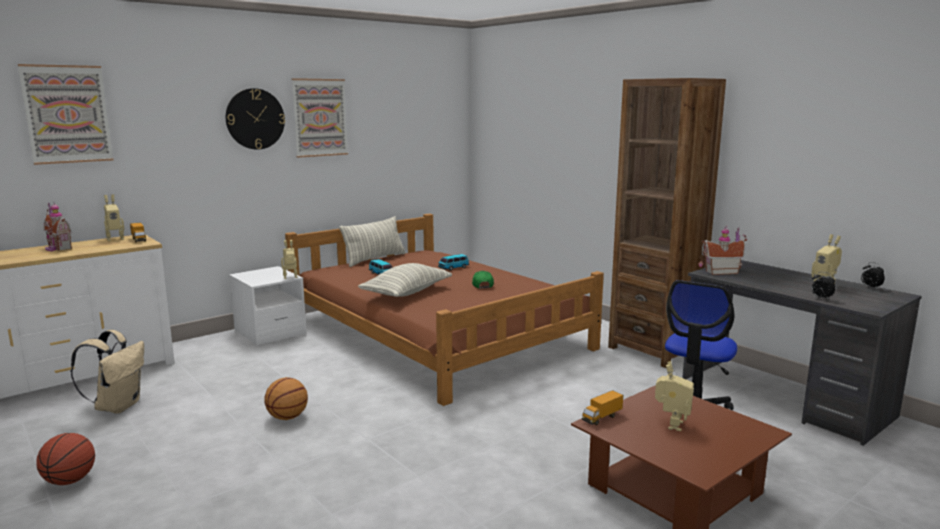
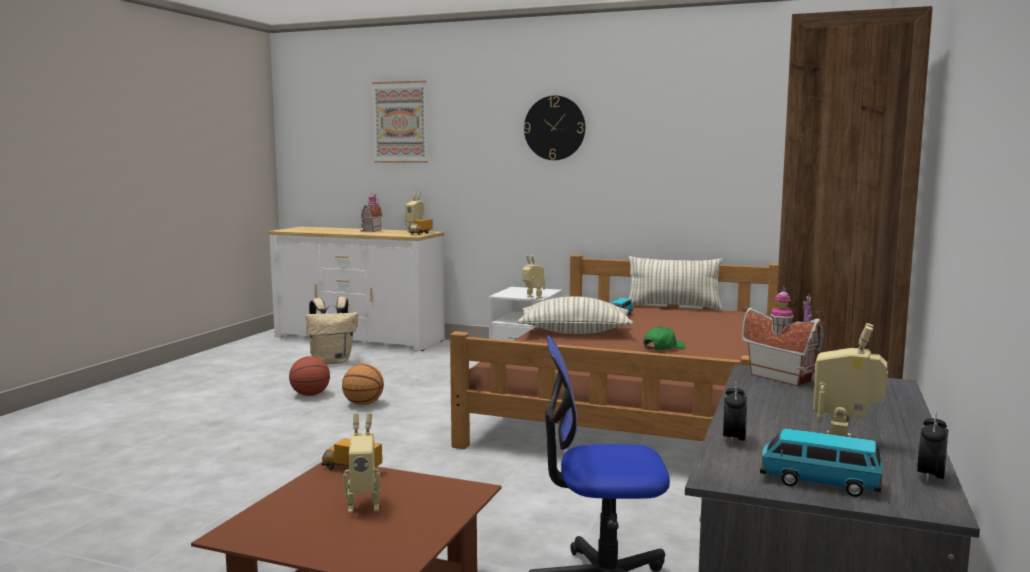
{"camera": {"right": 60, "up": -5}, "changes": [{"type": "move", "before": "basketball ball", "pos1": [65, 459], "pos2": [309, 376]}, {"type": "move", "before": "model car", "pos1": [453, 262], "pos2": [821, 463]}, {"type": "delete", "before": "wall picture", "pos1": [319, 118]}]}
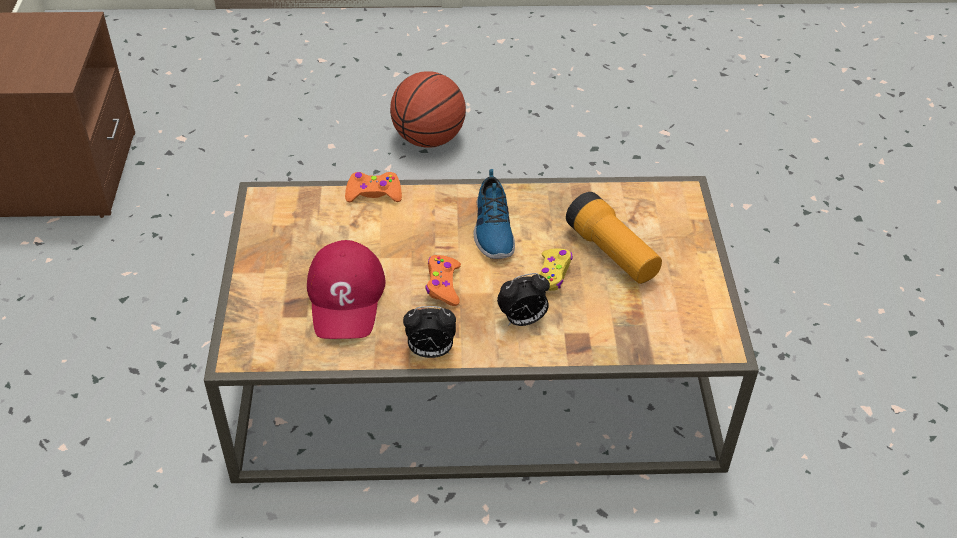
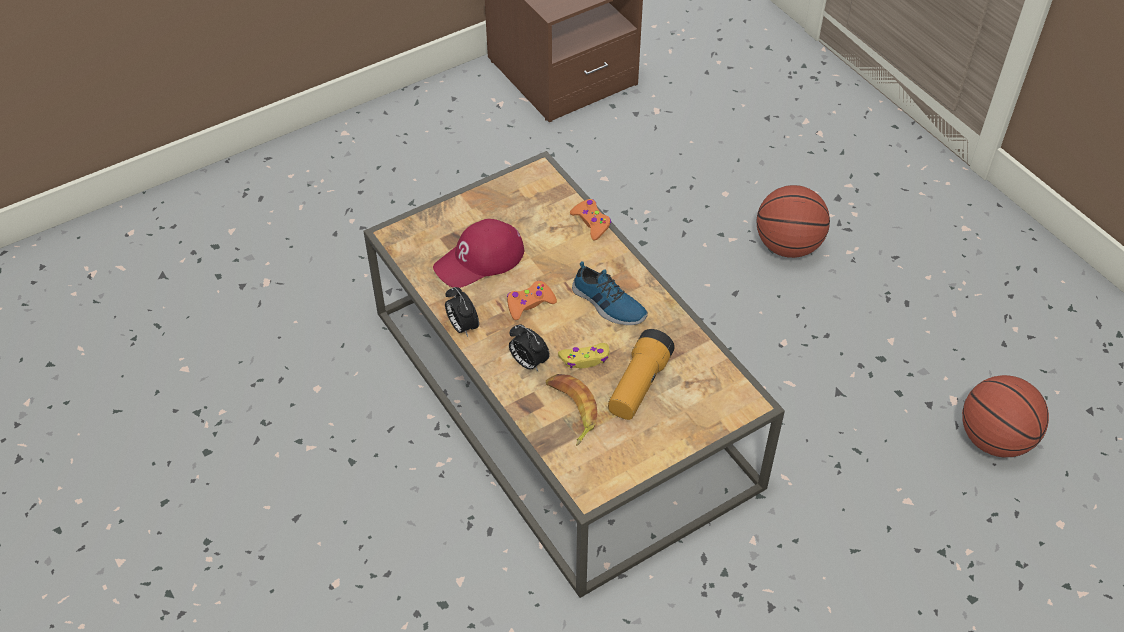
{"camera": {"right": 60, "up": 5}, "changes": [{"type": "insert", "after": "whole banana", "pos2": [571, 410]}, {"type": "rotate", "before": "low shoe", "pos1": [494, 214], "pos2": [610, 293], "turn": -105}, {"type": "insert", "after": "basketball ball", "pos2": [1005, 416]}]}
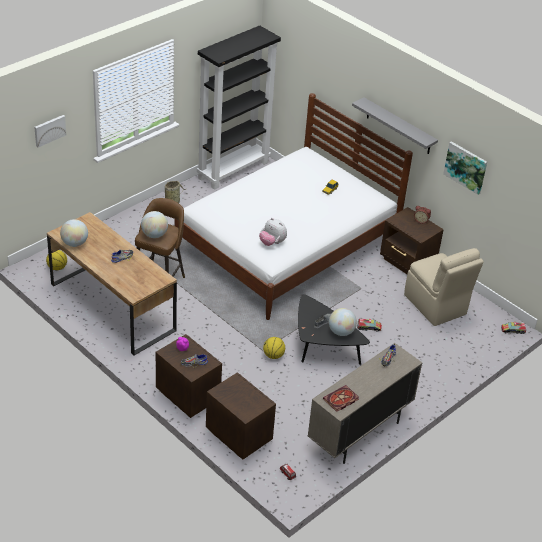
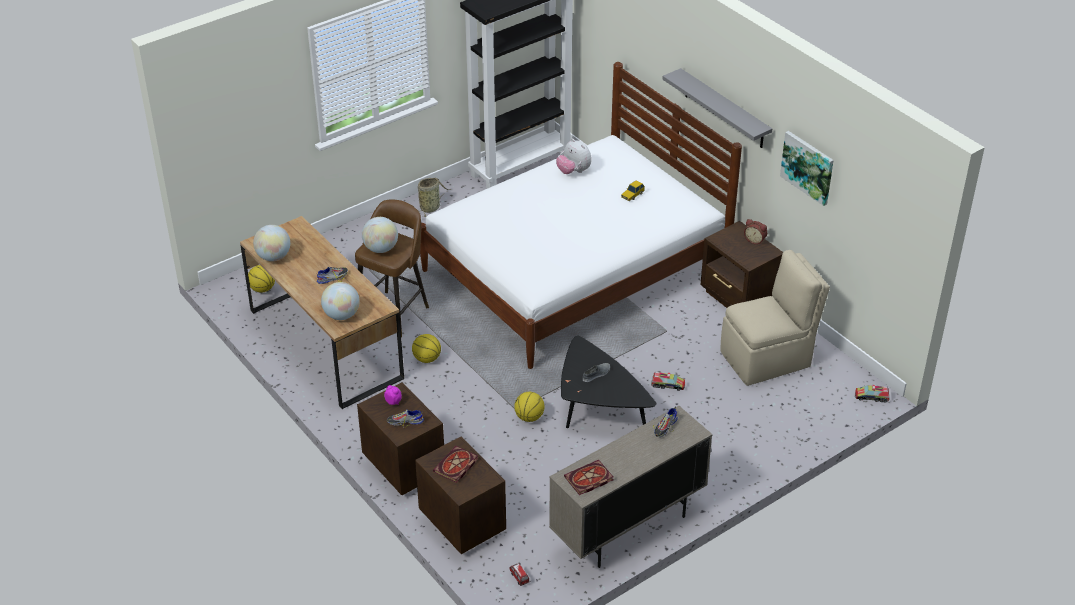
{"camera": {"right": 10, "up": 0}, "changes": [{"type": "move", "before": "world globe", "pos1": [343, 322], "pos2": [340, 301]}, {"type": "insert", "after": "basketball ball", "pos2": [426, 348]}, {"type": "insert", "after": "book", "pos2": [455, 464]}, {"type": "move", "before": "plush toy", "pos1": [273, 232], "pos2": [574, 156]}, {"type": "rotate", "before": "beige chair", "pos1": [444, 287], "pos2": [775, 318], "turn": -90}, {"type": "delete", "before": "wall picture", "pos1": [50, 131]}]}
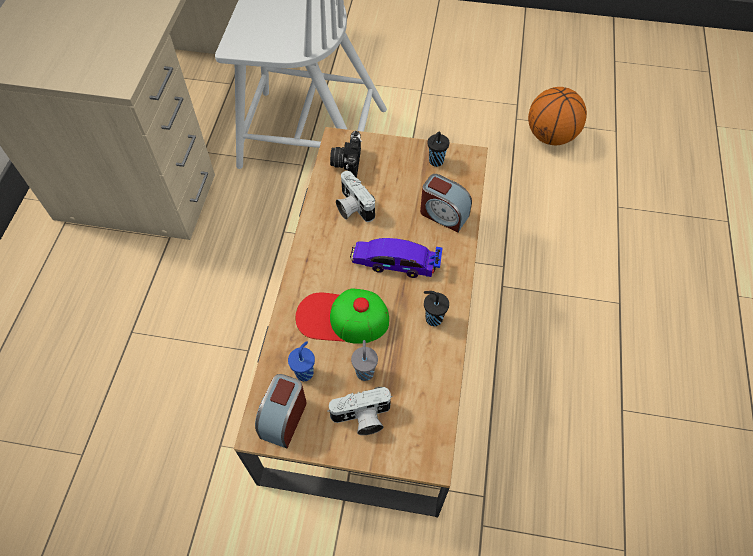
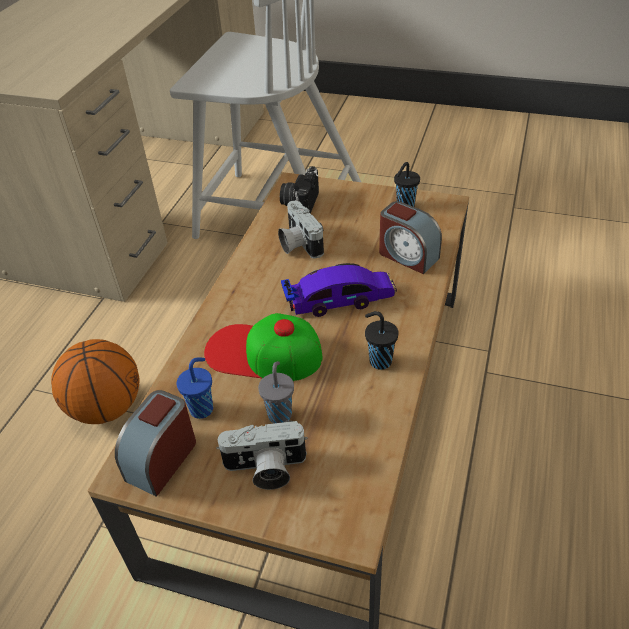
{"camera": {"right": 10, "up": -15}, "changes": [{"type": "move", "before": "basketball ball", "pos1": [557, 116], "pos2": [95, 381]}, {"type": "rotate", "before": "model car", "pos1": [396, 258], "pos2": [339, 290], "turn": 150}]}
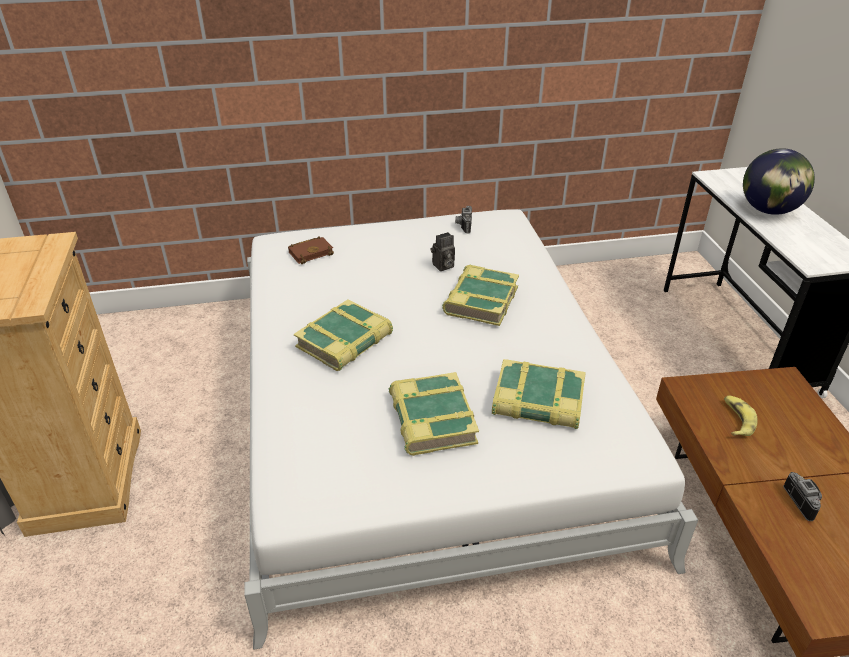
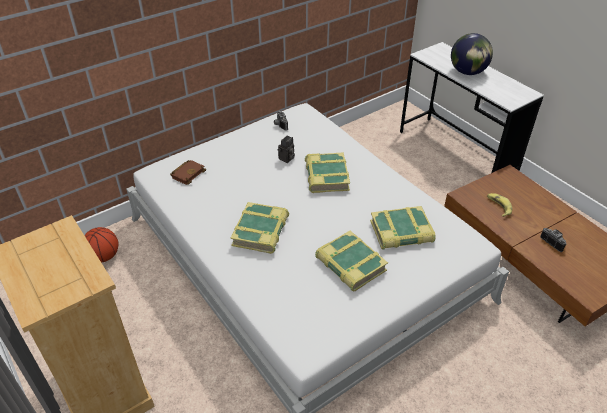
{"camera": {"right": -25, "up": 5}, "changes": [{"type": "insert", "after": "basketball ball", "pos2": [101, 244]}]}
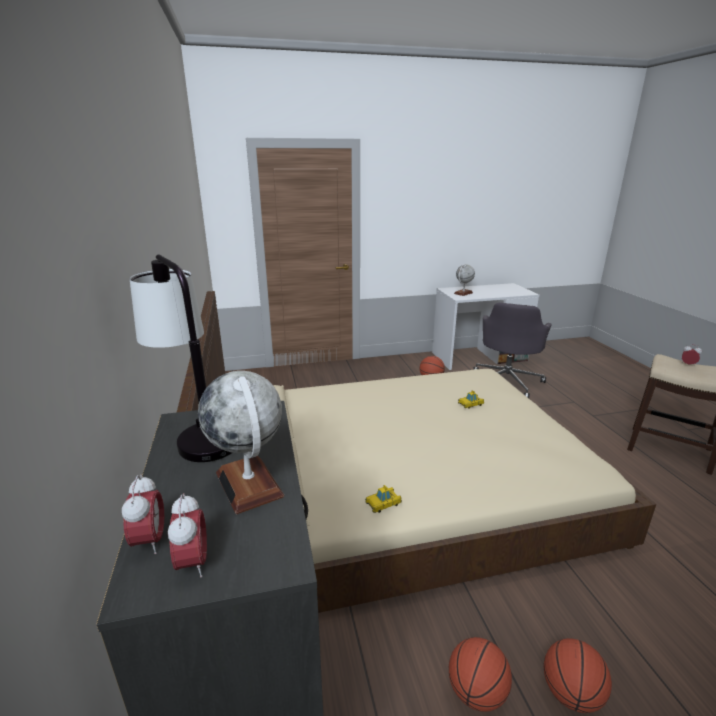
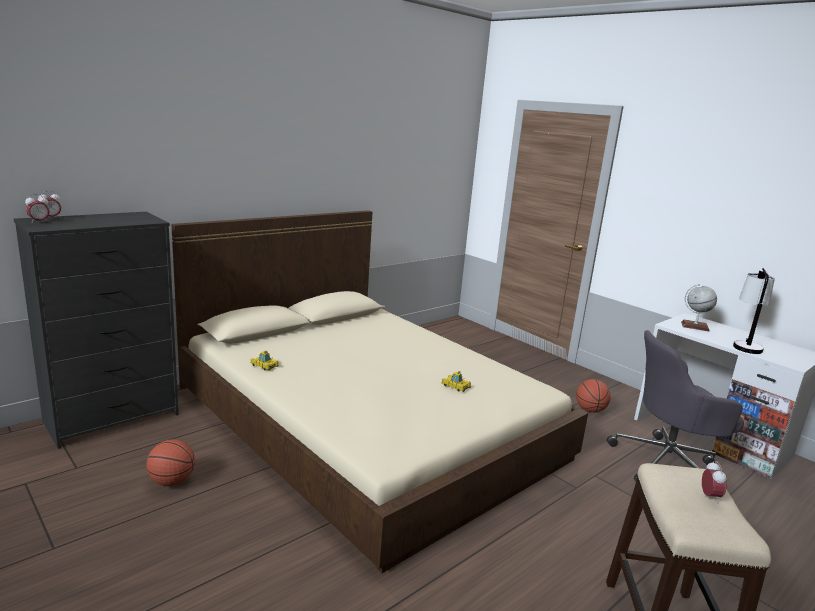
{"camera": {"right": 60, "up": -5}, "changes": [{"type": "move", "before": "table lamp", "pos1": [180, 358], "pos2": [754, 311]}, {"type": "delete", "before": "world globe", "pos1": [241, 442]}, {"type": "delete", "before": "basketball ball", "pos1": [578, 675]}]}
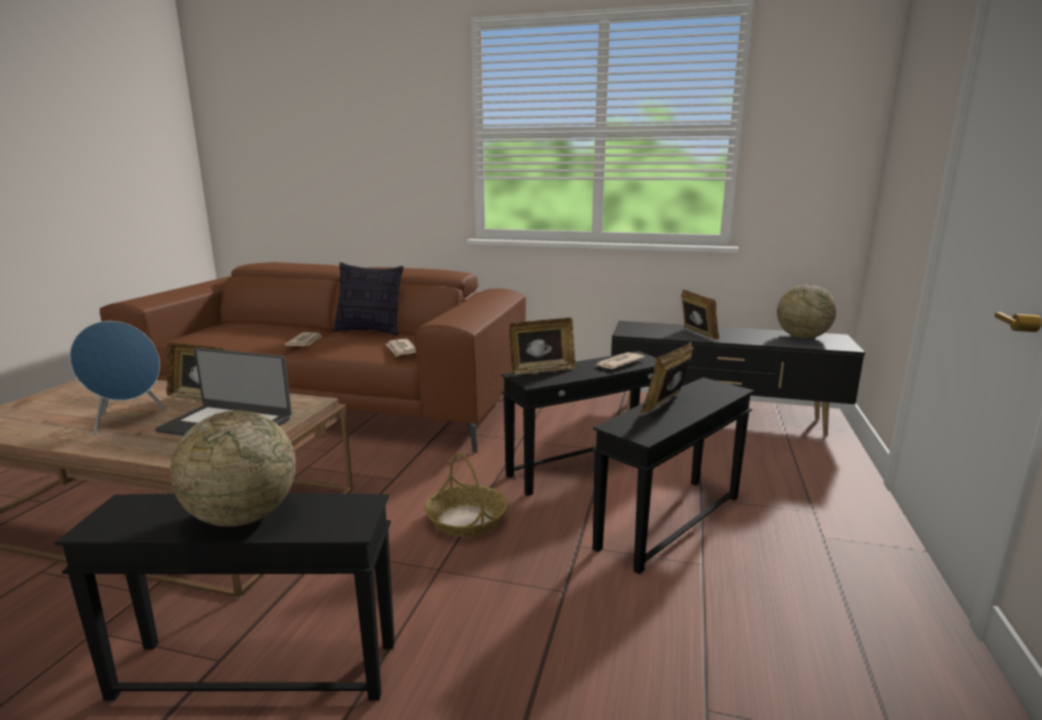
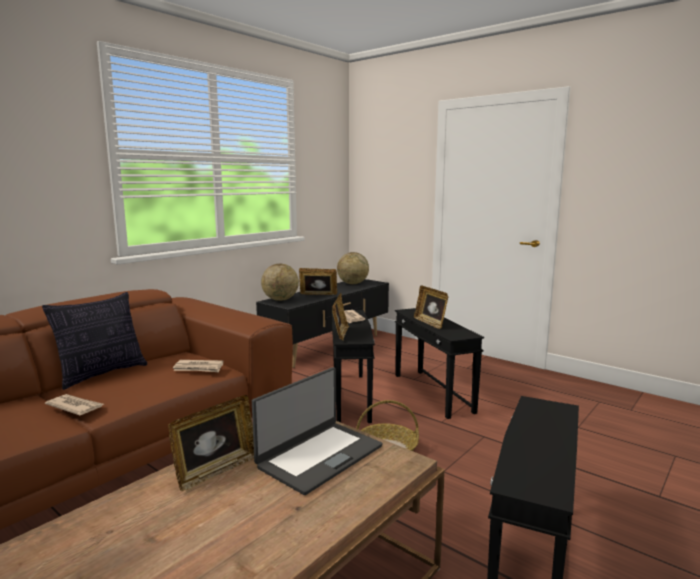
{"camera": {"right": -65, "up": -5}, "changes": [{"type": "move", "before": "world globe", "pos1": [233, 468], "pos2": [280, 282]}, {"type": "delete", "before": "blue-coloured loudspeaker", "pos1": [117, 378]}]}
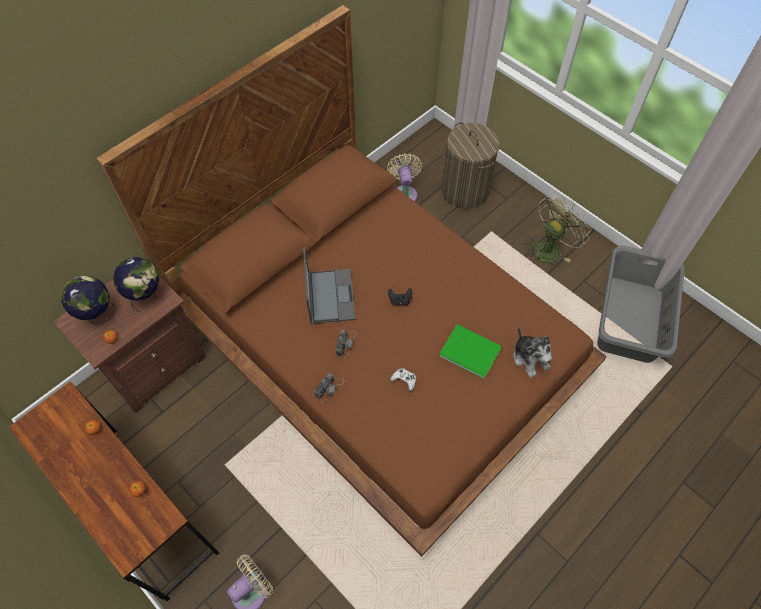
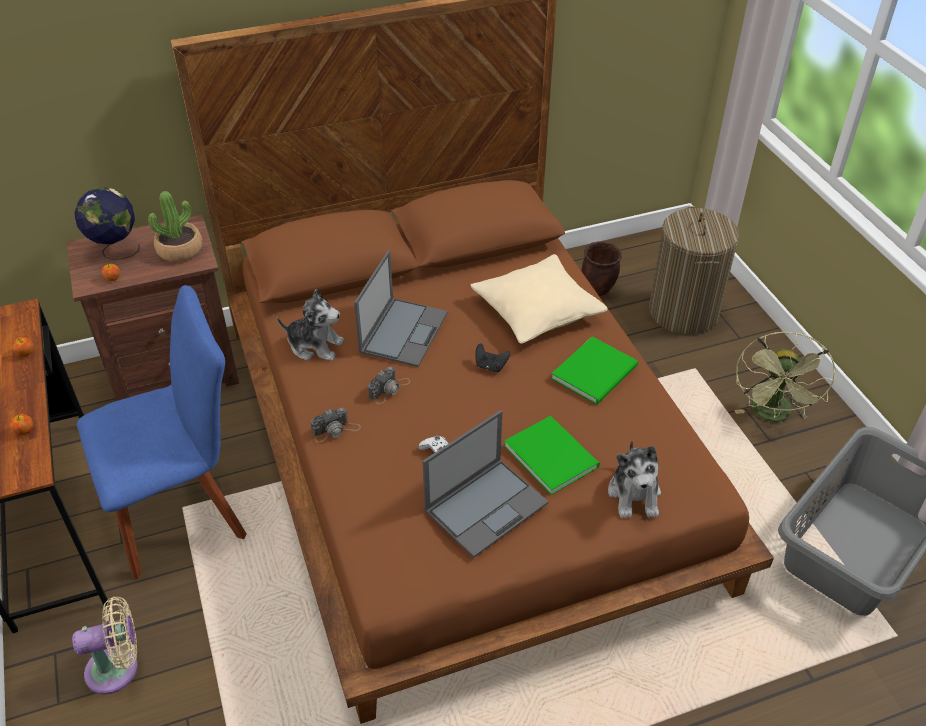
{"camera": {"right": 25, "up": -15}, "changes": [{"type": "insert", "after": "blue-coloured chair", "pos2": [162, 432]}, {"type": "replace", "before": "world globe", "after": "plant in a pot", "pos1": [136, 284], "pos2": [175, 226]}, {"type": "insert", "after": "plush toy", "pos2": [310, 325]}, {"type": "insert", "after": "notebook computer", "pos2": [486, 484]}, {"type": "insert", "after": "beige pillow", "pos2": [539, 299]}, {"type": "insert", "after": "green-coloured book", "pos2": [594, 370]}, {"type": "replace", "before": "beige fan", "after": "brown-coloured plant pot", "pos1": [404, 177], "pos2": [602, 268]}, {"type": "rotate", "before": "green-coloured fan", "pos1": [558, 228], "pos2": [785, 377], "turn": 120}]}
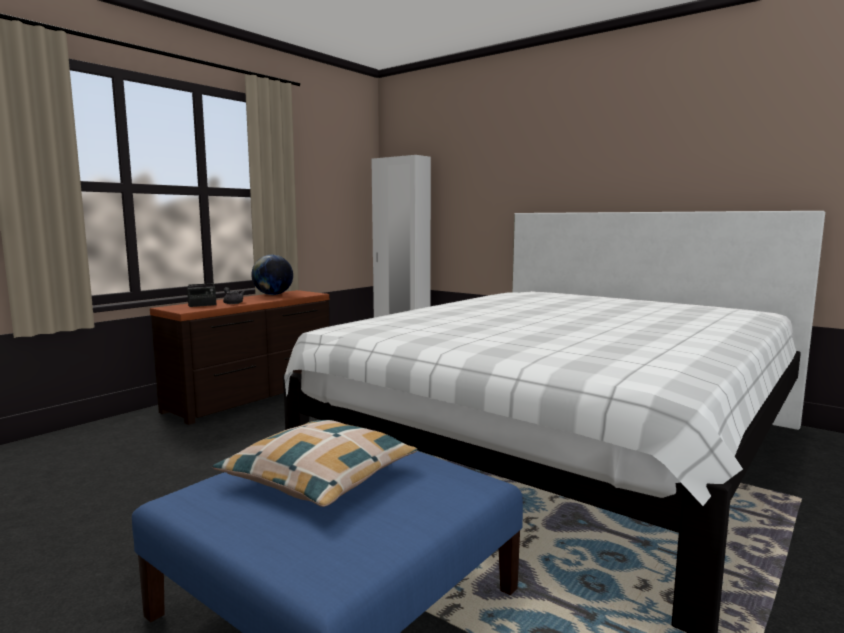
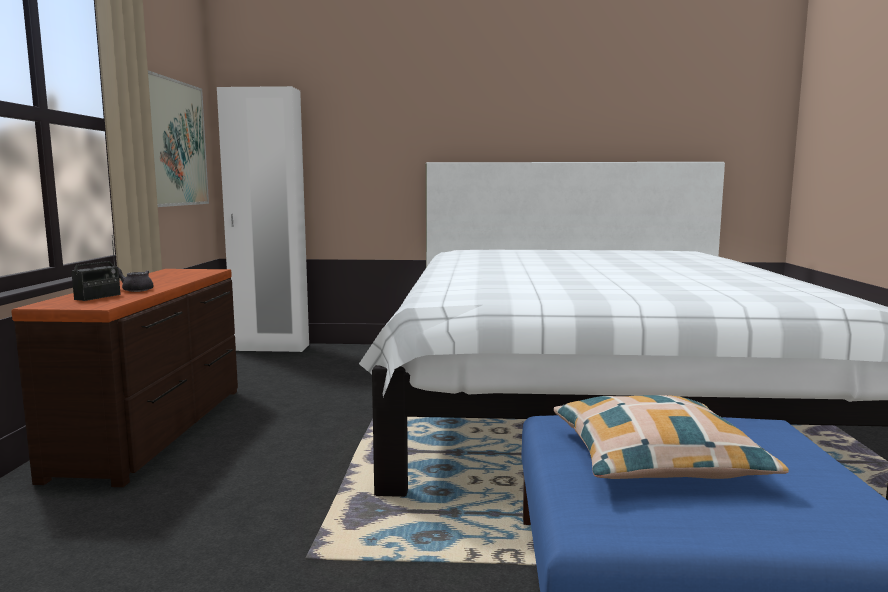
{"camera": {"right": -35, "up": 0}, "changes": [{"type": "insert", "after": "wall picture", "pos2": [178, 138]}, {"type": "delete", "before": "world globe", "pos1": [272, 275]}]}
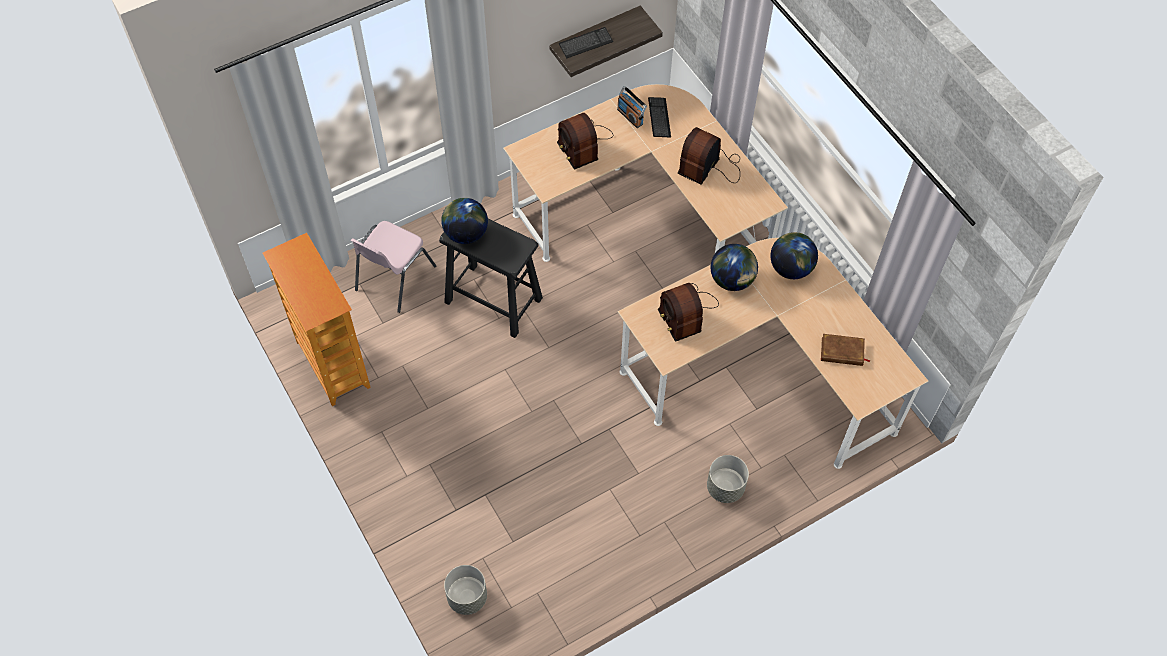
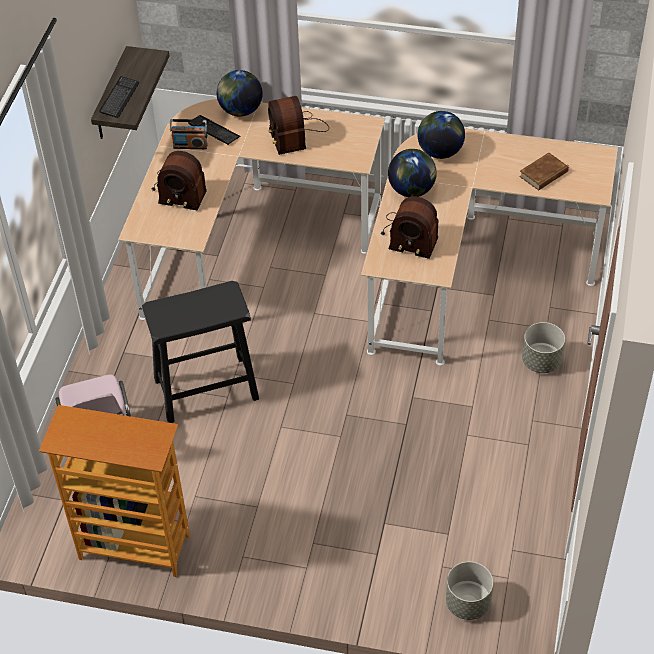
{"camera": {"right": -45, "up": -10}, "changes": [{"type": "move", "before": "world globe", "pos1": [464, 221], "pos2": [240, 93]}]}
